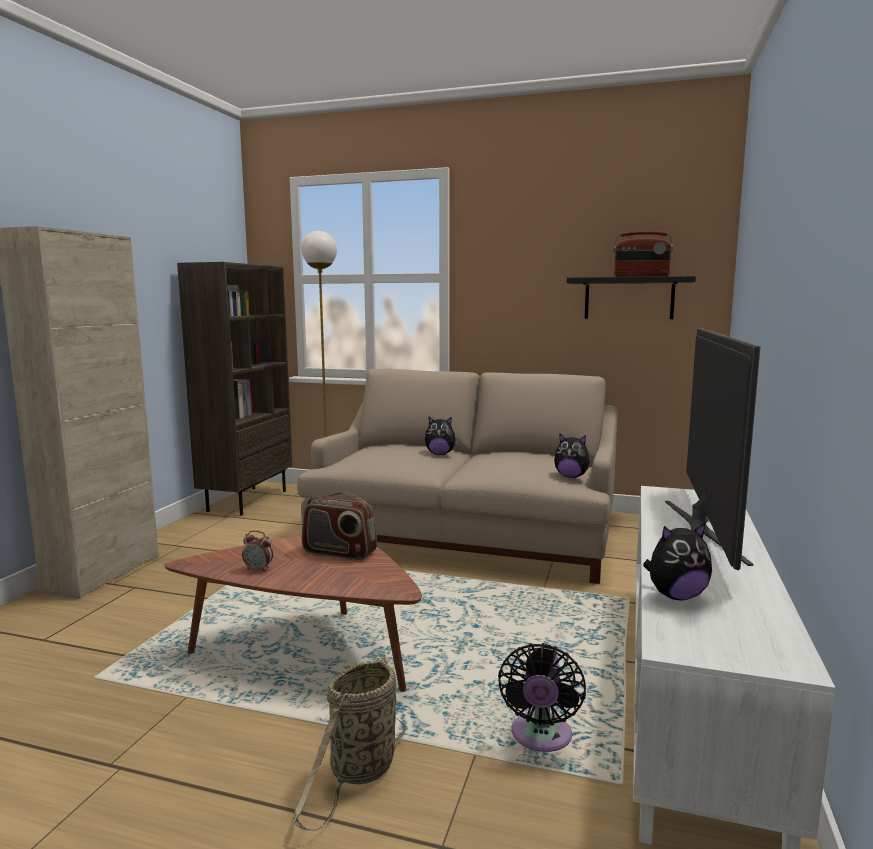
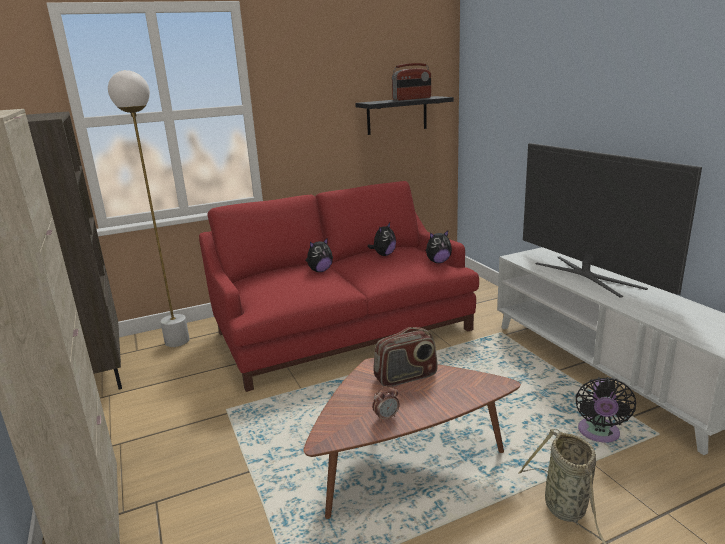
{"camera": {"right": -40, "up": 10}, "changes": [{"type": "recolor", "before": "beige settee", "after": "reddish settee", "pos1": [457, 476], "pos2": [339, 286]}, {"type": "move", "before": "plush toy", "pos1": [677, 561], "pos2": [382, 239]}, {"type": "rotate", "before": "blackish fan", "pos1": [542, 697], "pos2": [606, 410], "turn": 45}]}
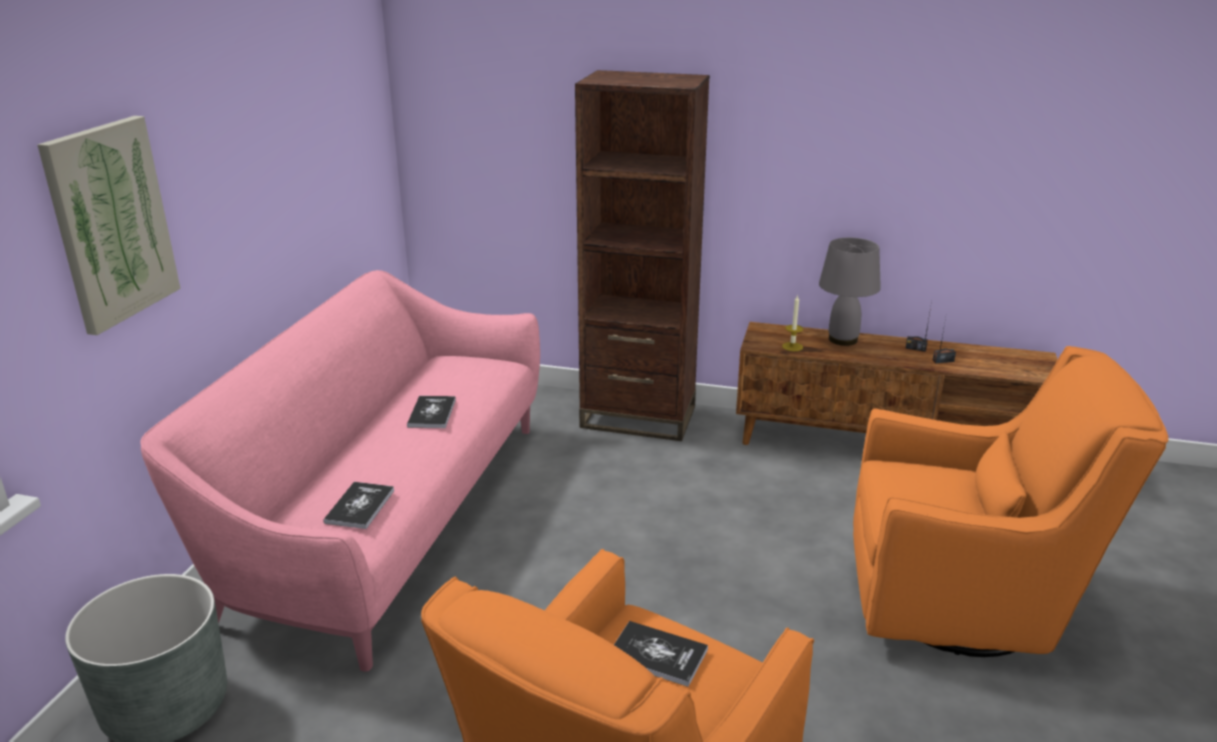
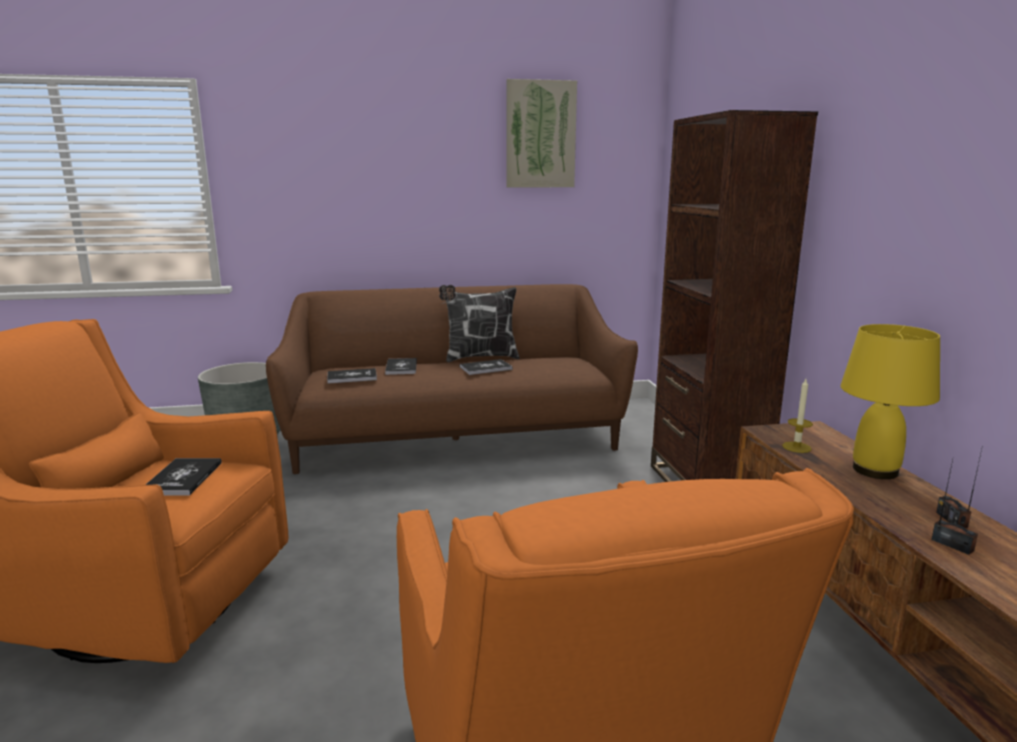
{"camera": {"right": 65, "up": -10}, "changes": [{"type": "recolor", "before": "pinkish settee", "after": "brown-coloured settee", "pos1": [340, 471], "pos2": [452, 379]}, {"type": "insert", "after": "book", "pos2": [401, 366]}, {"type": "insert", "after": "pillow", "pos2": [479, 323]}, {"type": "move", "before": "wall picture", "pos1": [109, 225], "pos2": [541, 133]}, {"type": "recolor", "before": "grey table lamp", "after": "yellow-coloured table lamp", "pos1": [850, 292], "pos2": [890, 401]}]}
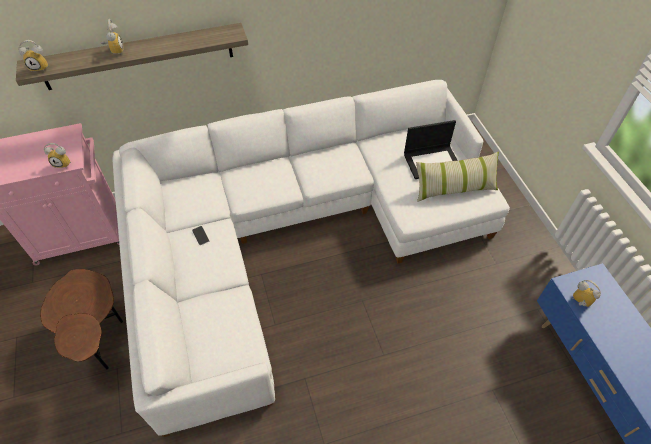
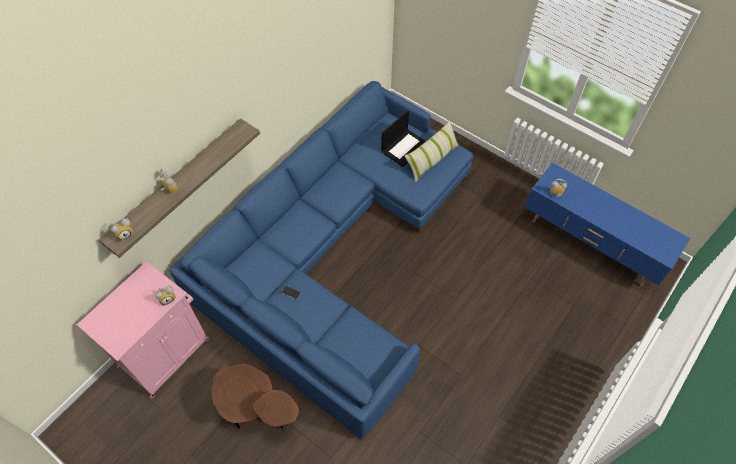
{"camera": {"right": -35, "up": 5}, "changes": [{"type": "recolor", "before": "whitish settee", "after": "blue-coloured settee", "pos1": [311, 258], "pos2": [321, 260]}]}
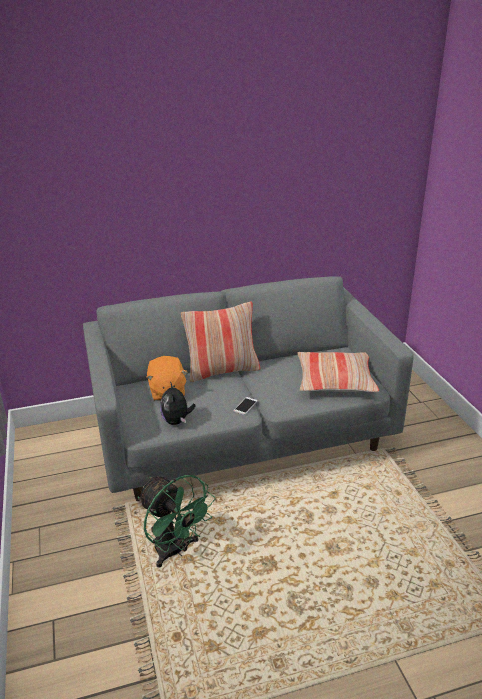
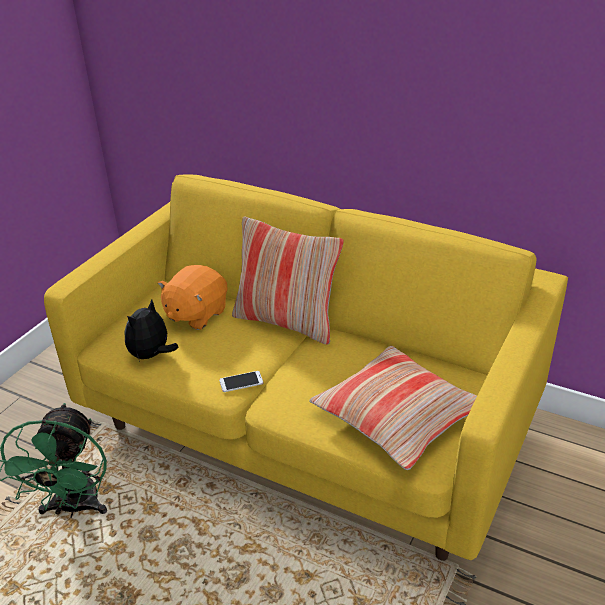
{"camera": {"right": 45, "up": 5}, "changes": [{"type": "recolor", "before": "grey settee", "after": "yellow-coloured settee", "pos1": [248, 388], "pos2": [306, 368]}]}
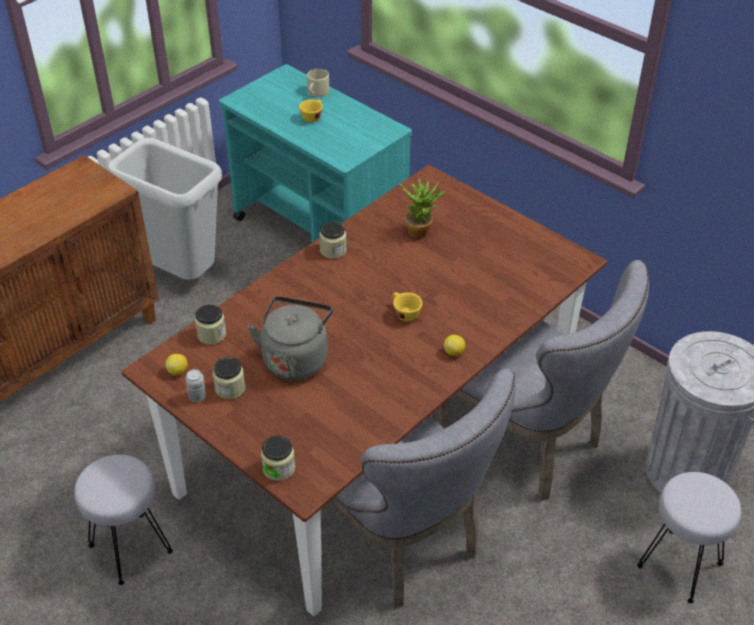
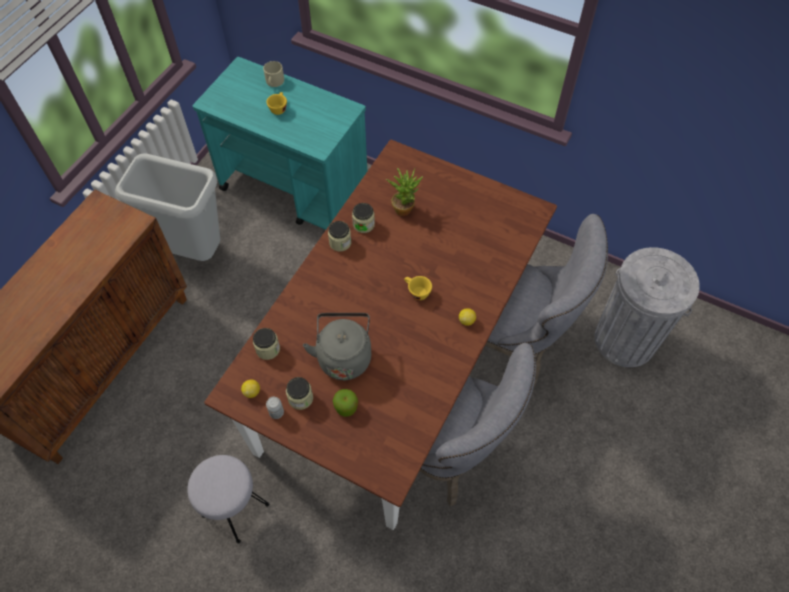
{"camera": {"right": -15, "up": 15}, "changes": [{"type": "insert", "after": "apple fruit", "pos2": [345, 403]}, {"type": "move", "before": "storage jar", "pos1": [278, 458], "pos2": [363, 218]}, {"type": "delete", "before": "grey stool seat", "pos1": [689, 537]}]}
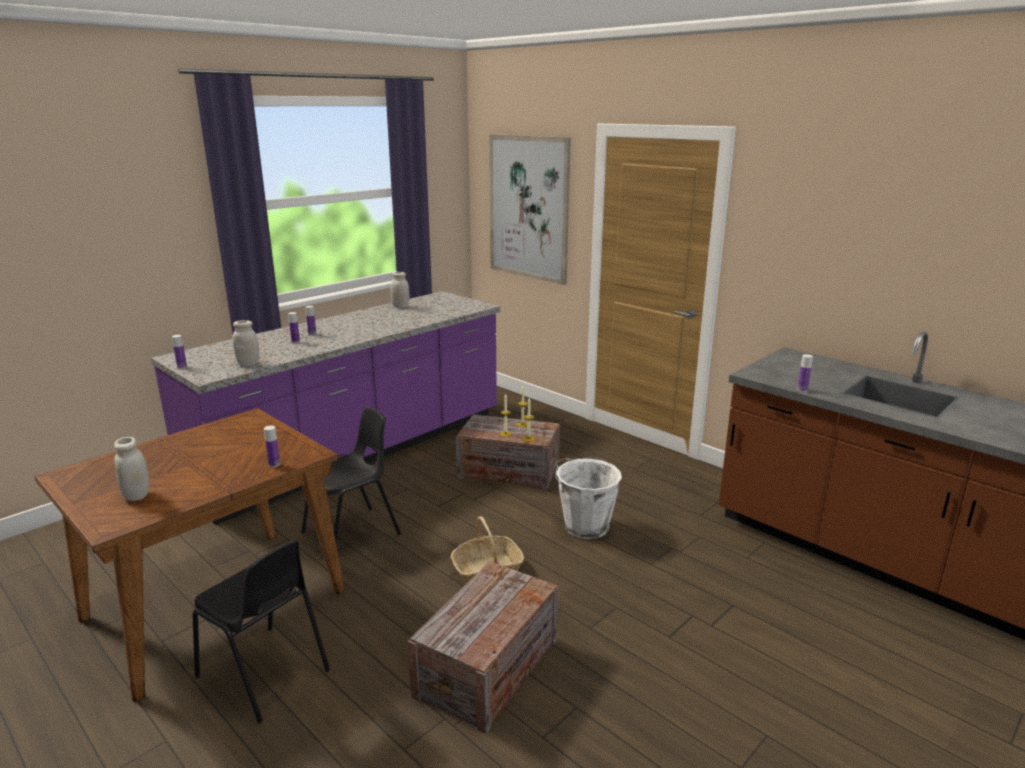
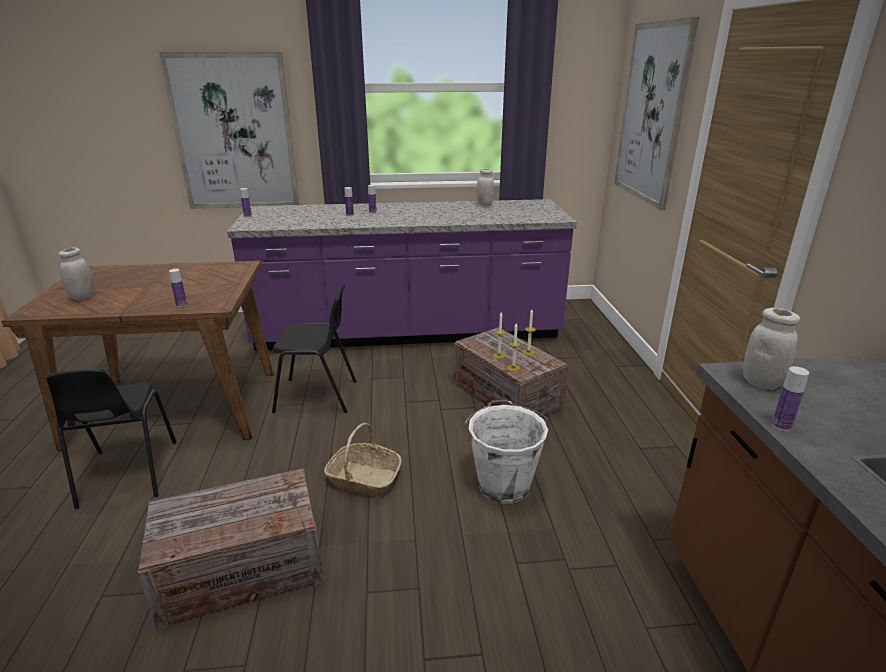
{"camera": {"right": 40, "up": 5}, "changes": [{"type": "insert", "after": "wall picture", "pos2": [229, 130]}, {"type": "move", "before": "whitish storage jar", "pos1": [245, 343], "pos2": [771, 348]}]}
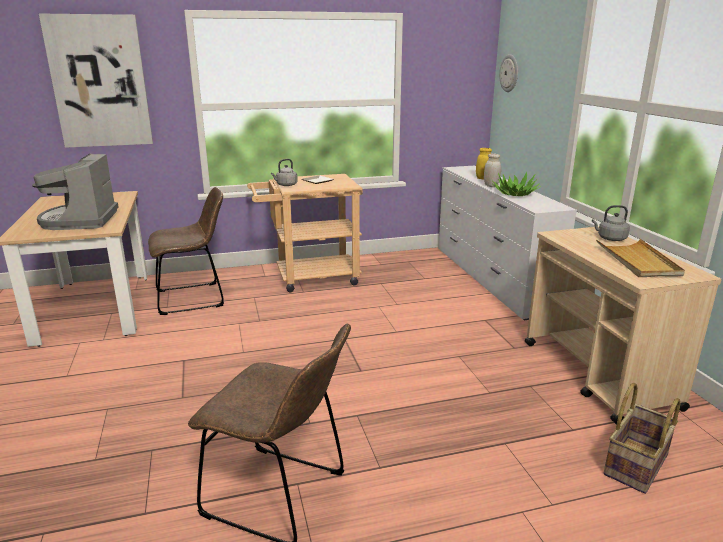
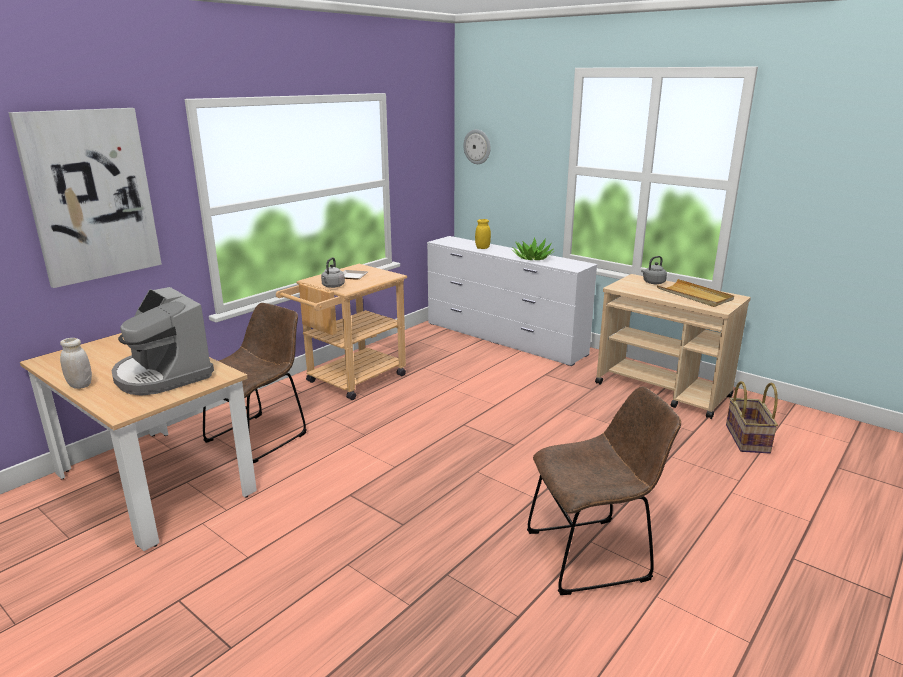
{"camera": {"right": -35, "up": 0}, "changes": [{"type": "move", "before": "whitish storage jar", "pos1": [492, 170], "pos2": [76, 363]}]}
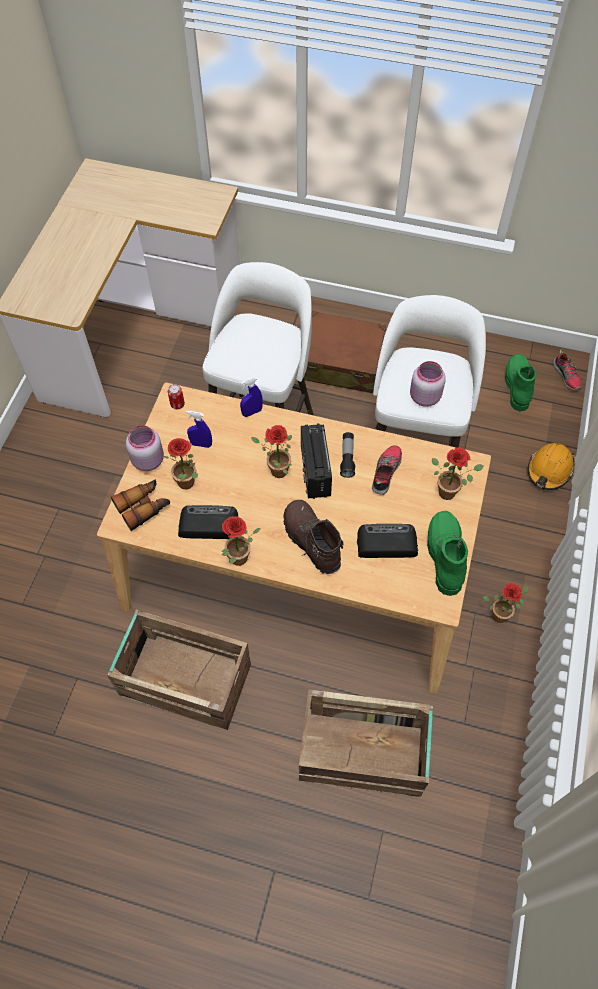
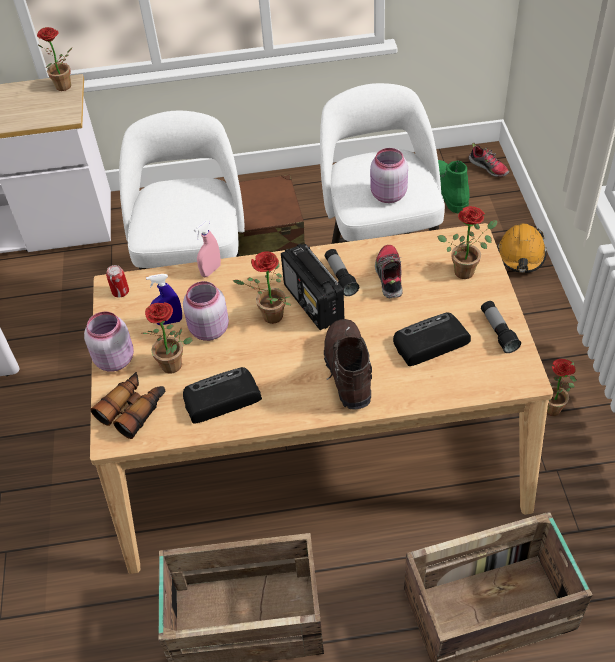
{"camera": {"right": -20, "up": -10}, "changes": [{"type": "move", "before": "plant in a pot", "pos1": [241, 541], "pos2": [54, 59]}, {"type": "insert", "after": "pinkish storage jar", "pos2": [206, 311]}, {"type": "recolor", "before": "blue-coloured sprayer", "after": "pinkish sprayer", "pos1": [251, 397], "pos2": [207, 248]}, {"type": "rotate", "before": "brown-coloured tall boot", "pos1": [313, 537], "pos2": [348, 364], "turn": 45}, {"type": "replace", "before": "green-coloured tall boot", "after": "flashlight", "pos1": [447, 553], "pos2": [501, 327]}]}
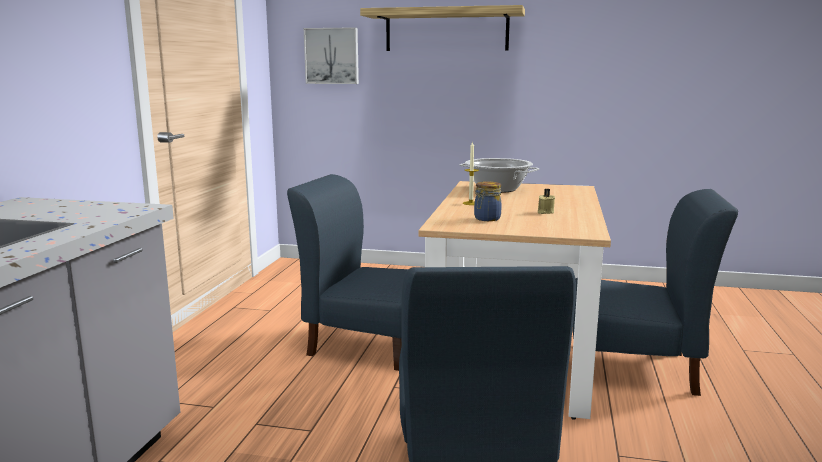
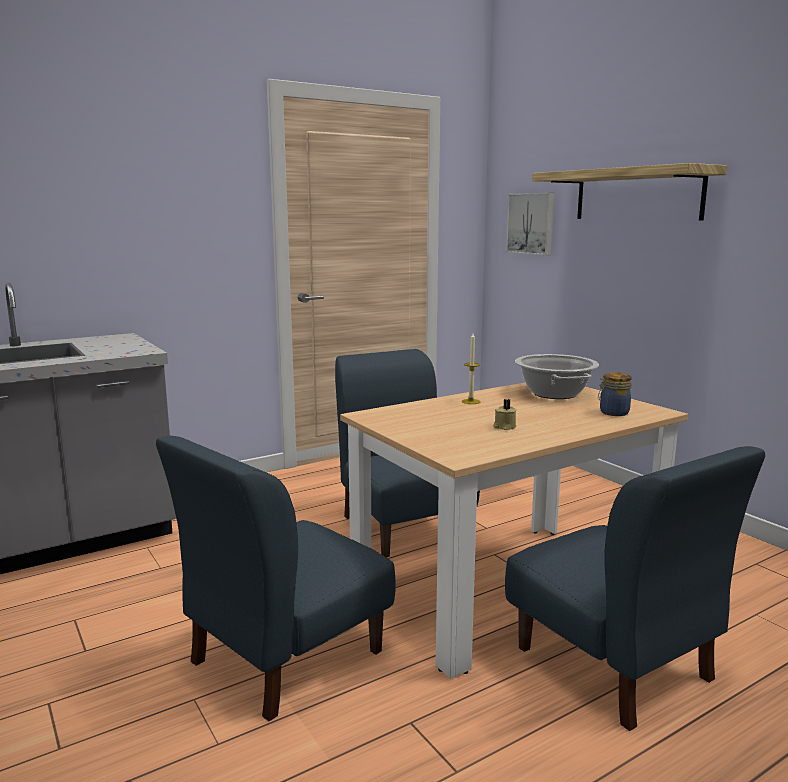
{"camera": {"right": 45, "up": 0}, "changes": [{"type": "move", "before": "storage jar", "pos1": [487, 201], "pos2": [615, 394]}]}
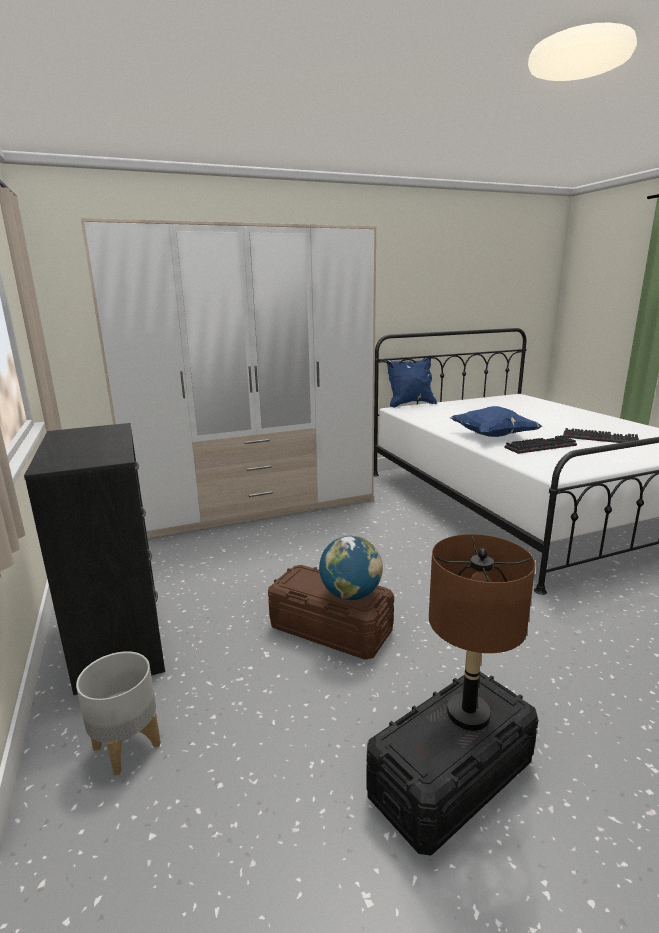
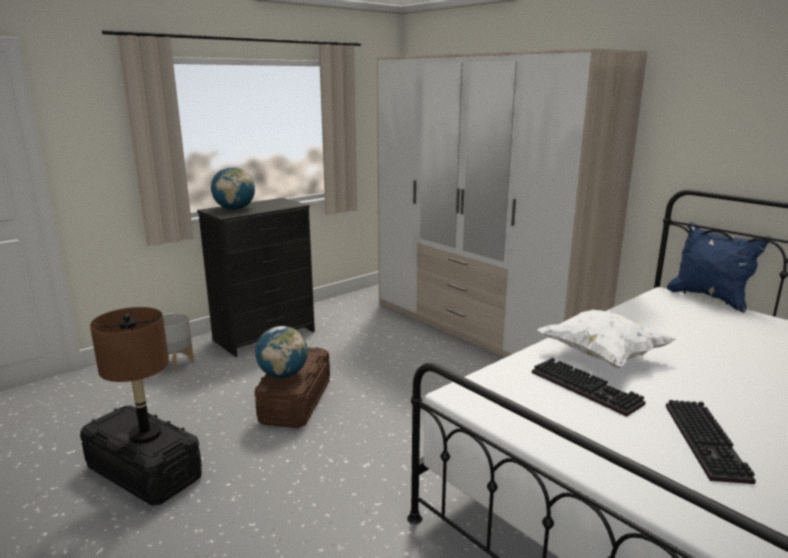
{"camera": {"right": 70, "up": 0}, "changes": [{"type": "insert", "after": "world globe", "pos2": [233, 188]}, {"type": "recolor", "before": "blue-coloured pillow", "after": "whitish pillow", "pos1": [496, 421], "pos2": [606, 338]}]}
